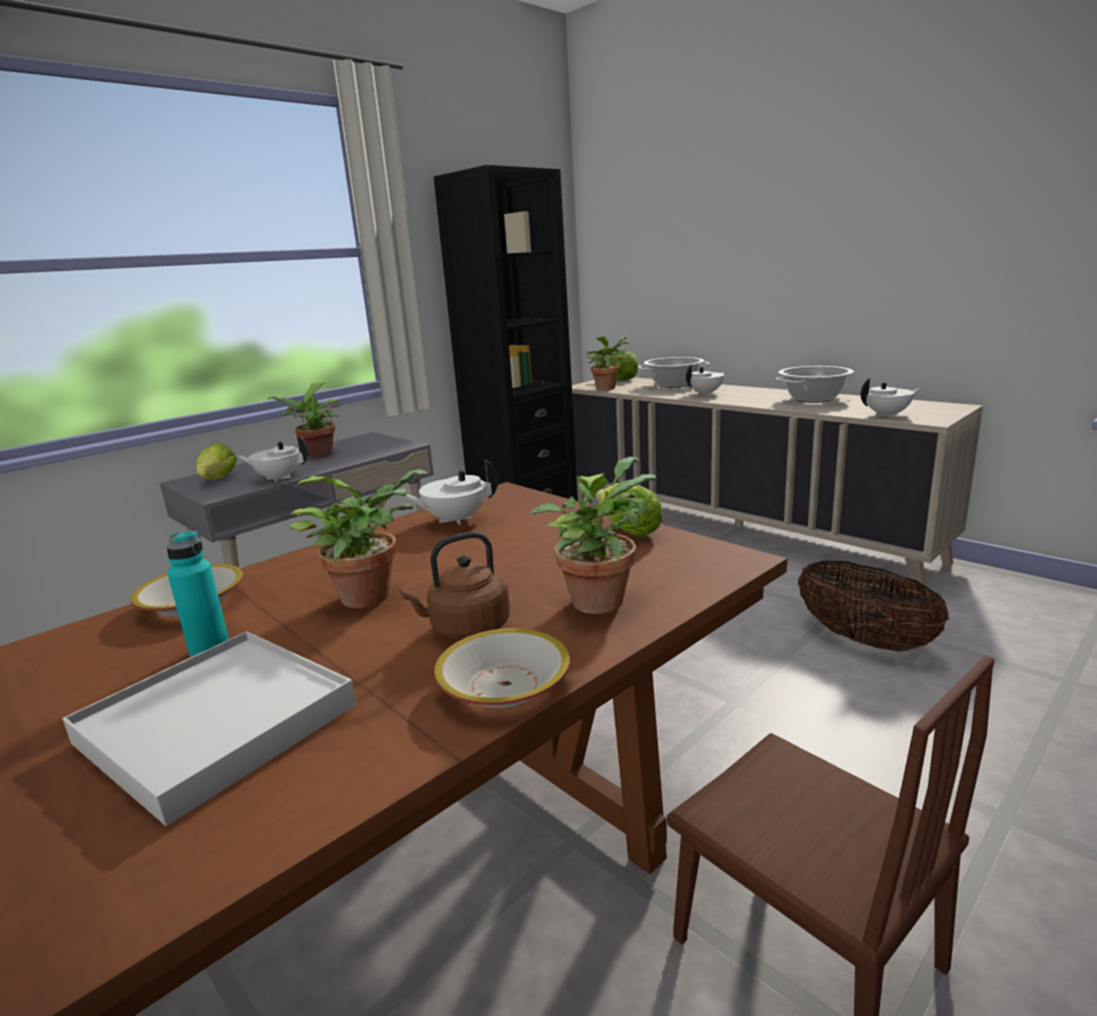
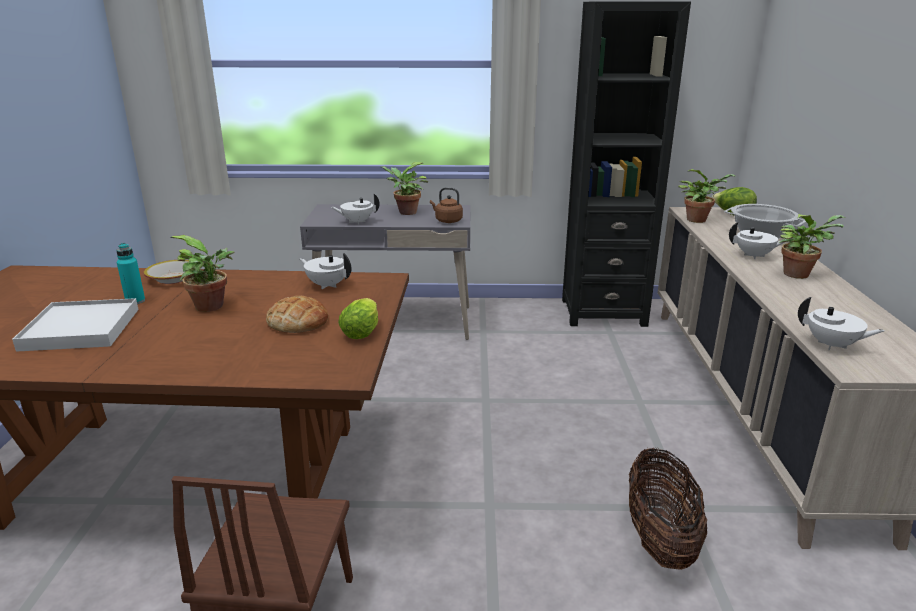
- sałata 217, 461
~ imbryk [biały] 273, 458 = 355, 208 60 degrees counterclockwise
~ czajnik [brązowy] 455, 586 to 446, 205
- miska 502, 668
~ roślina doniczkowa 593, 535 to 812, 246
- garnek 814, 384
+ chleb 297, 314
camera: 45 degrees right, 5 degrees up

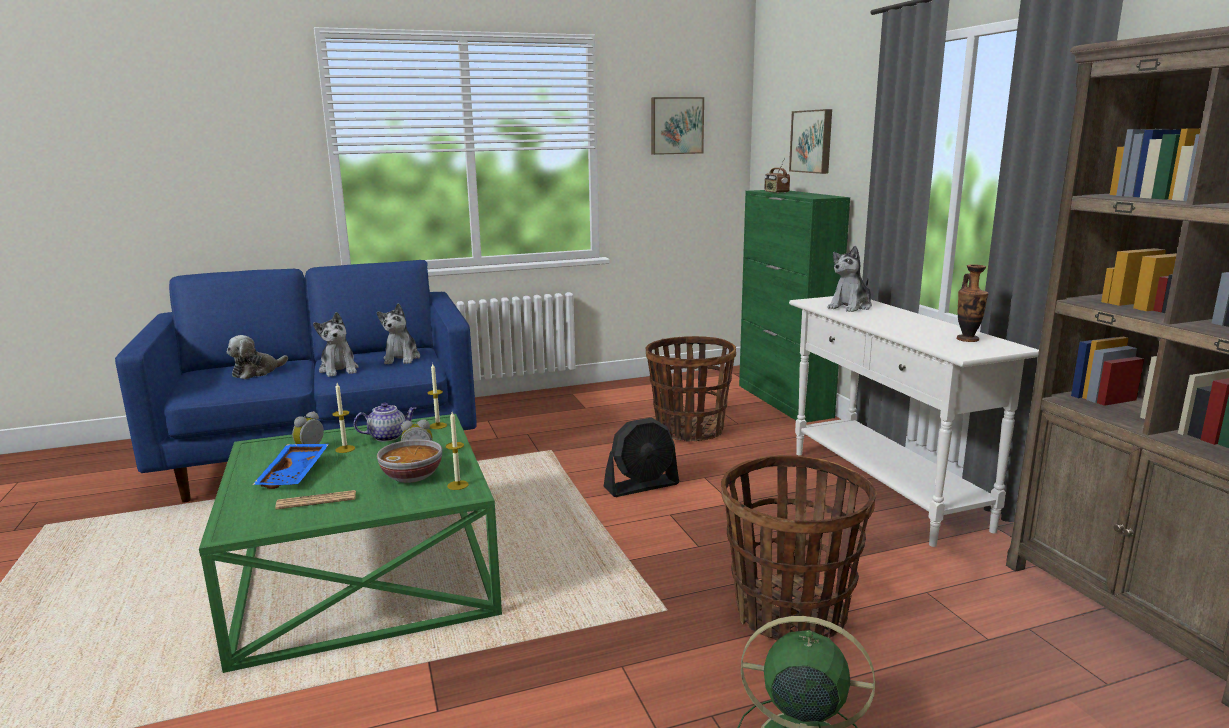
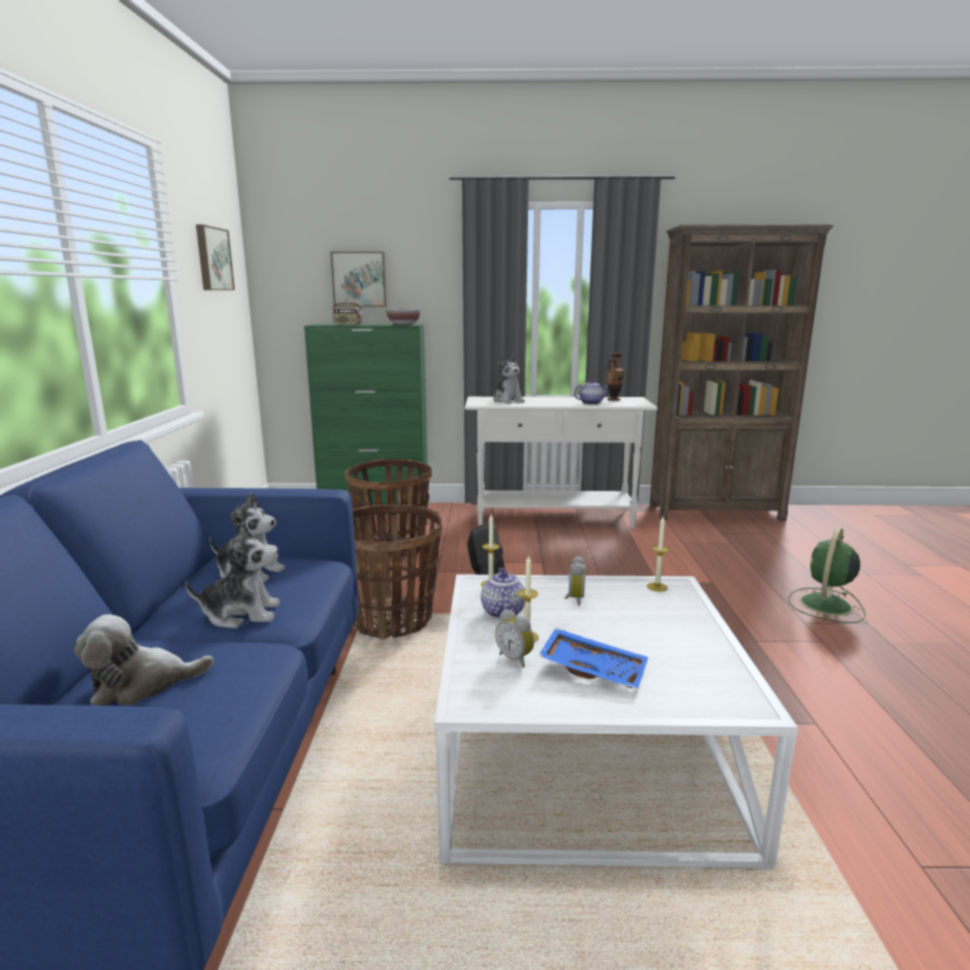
~ ława [zielony] 350, 543 to ława [biały] 616, 721
~ pluszak 257, 357 = 144, 660 105 degrees clockwise
- gazeta 315, 499
~ miska 409, 461 to 403, 317
~ koszyk 798, 548 to 397, 572
+ imbryk 591, 392
camera: 70 degrees left, 0 degrees up

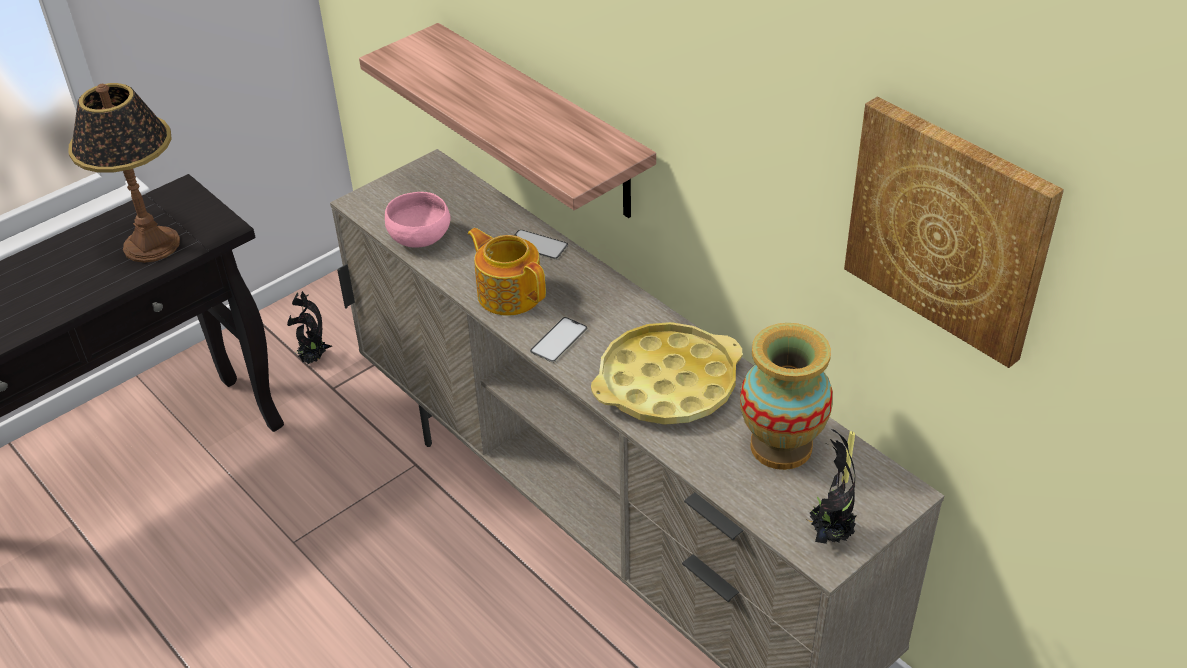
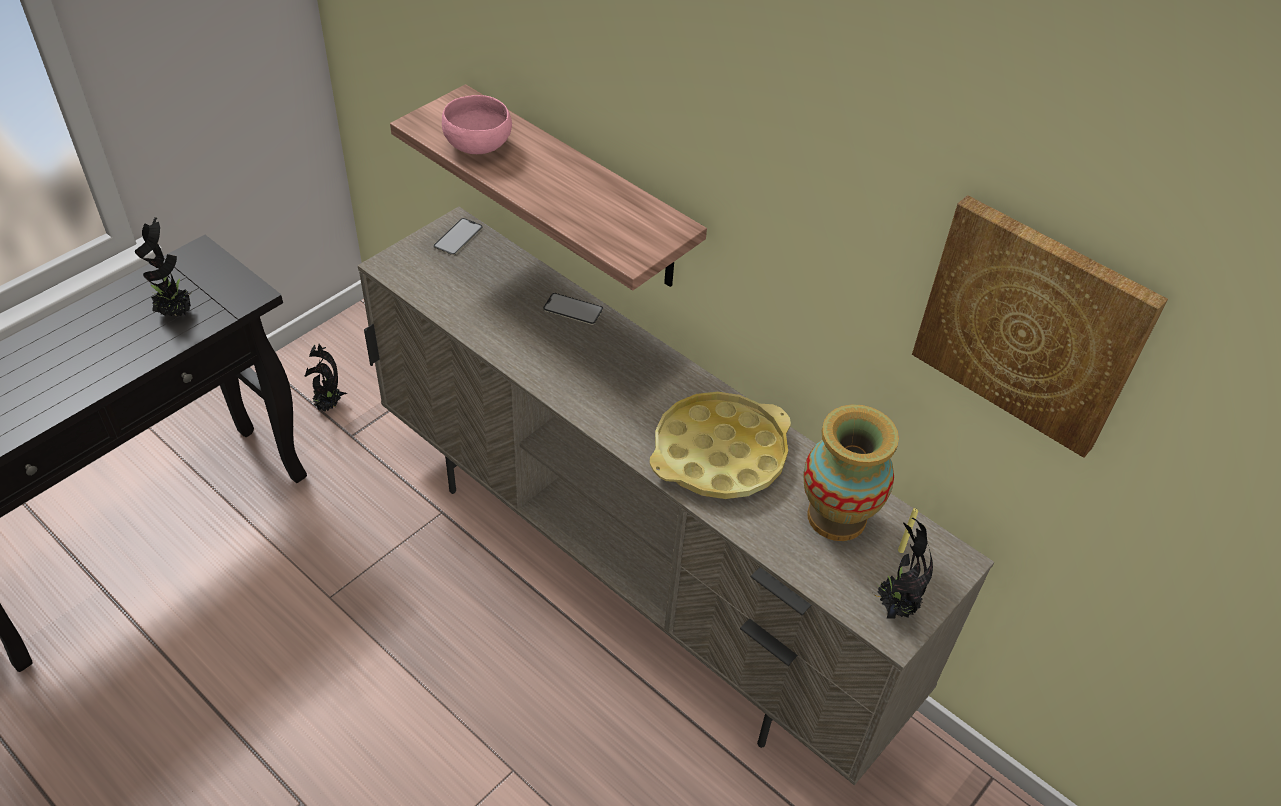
~ lampa stołowa 124, 173 to roślina doniczkowa 163, 266
~ miska [różowy] 418, 220 to 477, 124
- imbryk 507, 272
~ telefon 559, 340 to 458, 236
camera: 10 degrees left, 5 degrees up

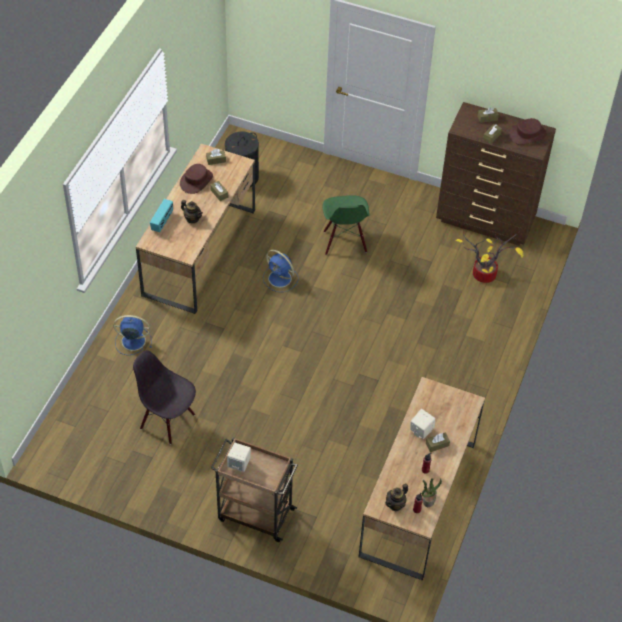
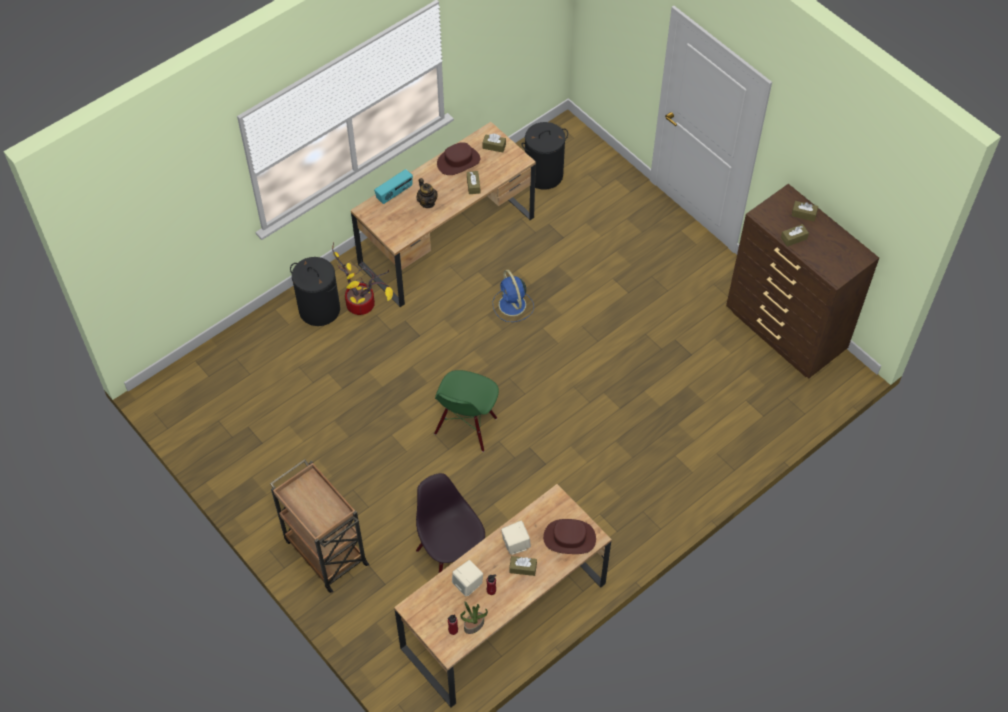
~ wentylator [niebieski] 132, 335 to kosz na pranie [czarny] 315, 291
~ krzesło [czarny] 164, 397 to 450, 523
~ głośnik [beżowy] 239, 457 to 467, 578
~ krzesło [zielony] 346, 225 to 466, 411
- imbryk 396, 497
~ roślina doniczkowa 490, 257 to 362, 278
~ kapelusz [brązowy] 528, 131 to 569, 536
camera: 30 degrees right, 5 degrees up

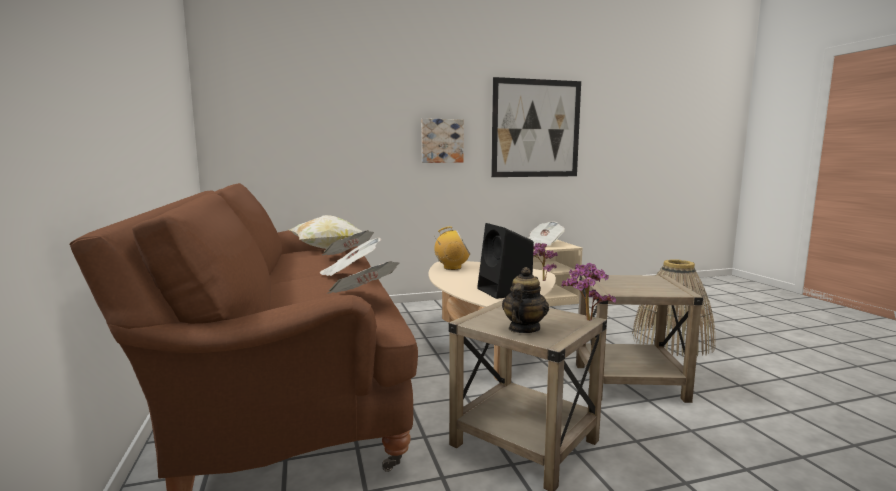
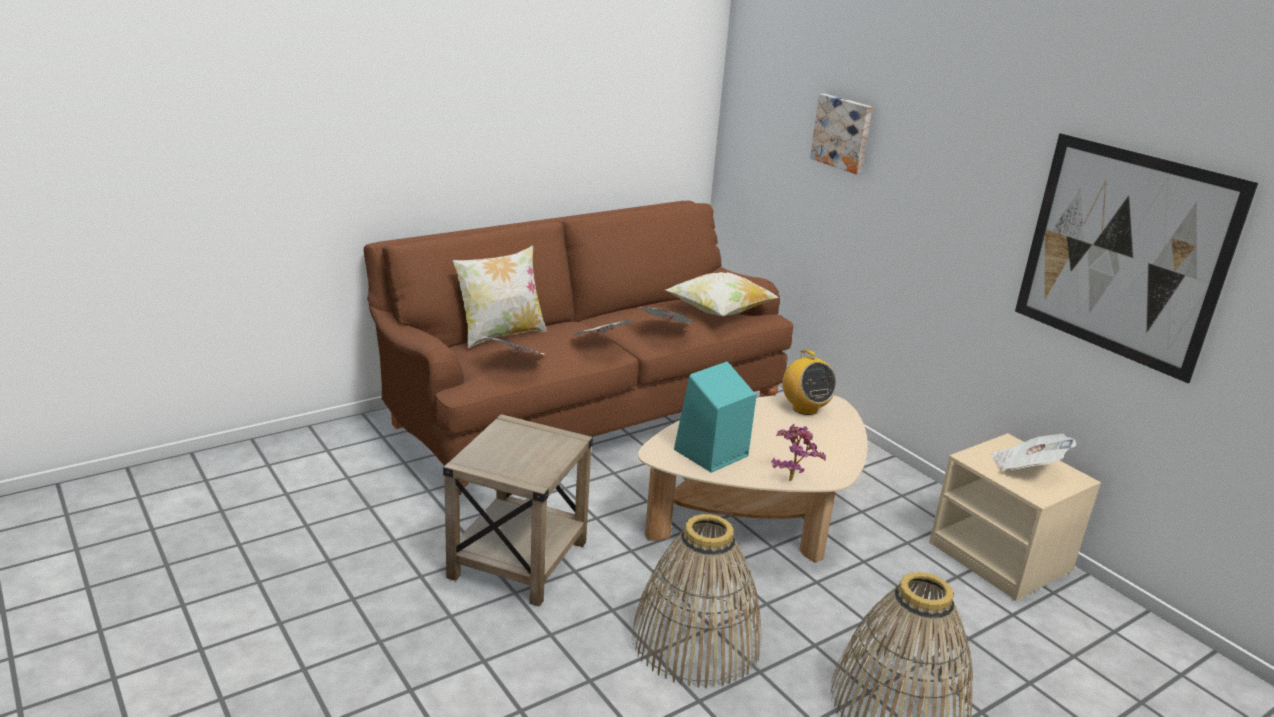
~ obraz 442, 140 to 841, 134
~ głośnik [czarny] 505, 261 to głośnik [turkusowy] 715, 417
- imbryk 525, 300
- roślina doniczkowa 588, 292
~ stolik [beżowy] 639, 339 to koszyk 696, 601
+ poduszka 500, 297
camera: 70 degrees right, 15 degrees up

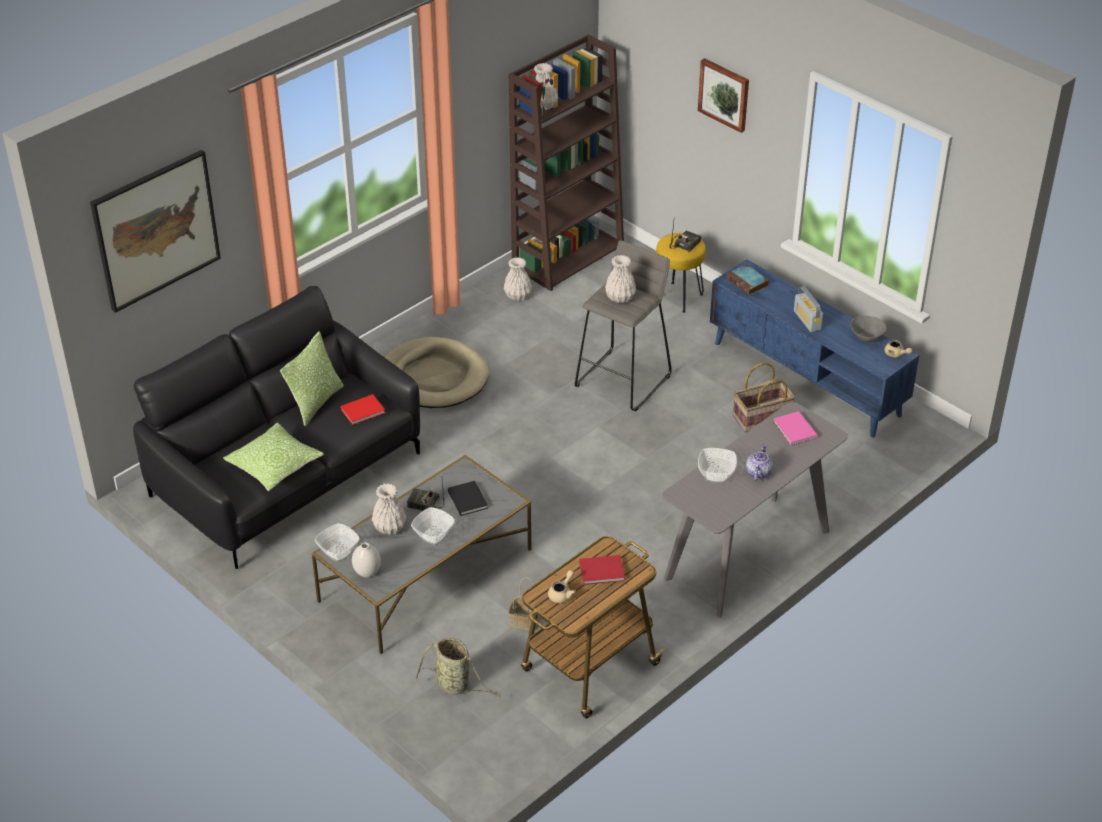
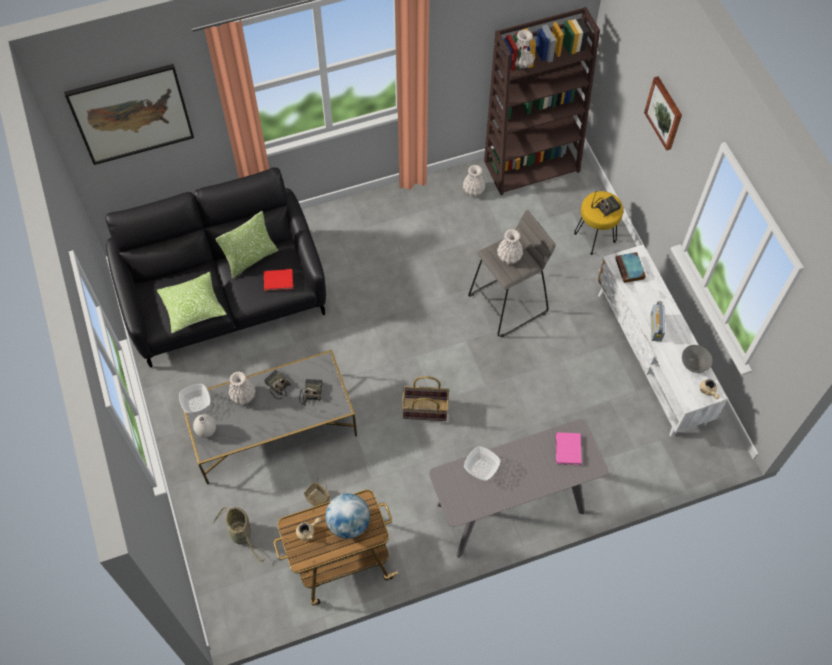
- legowisko [beżowy] 437, 372
- miska 433, 526
~ książka [czarny] 468, 498 to radio 311, 392
~ książka [czerwony] 602, 570 to globus 347, 516
~ szafka pod telewizor [niebieski] 814, 348 to szafka pod telewizor [biały] 662, 341
~ koszyk 764, 397 to 425, 398
- imbryk 759, 462
camera: 25 degrees right, 20 degrees up

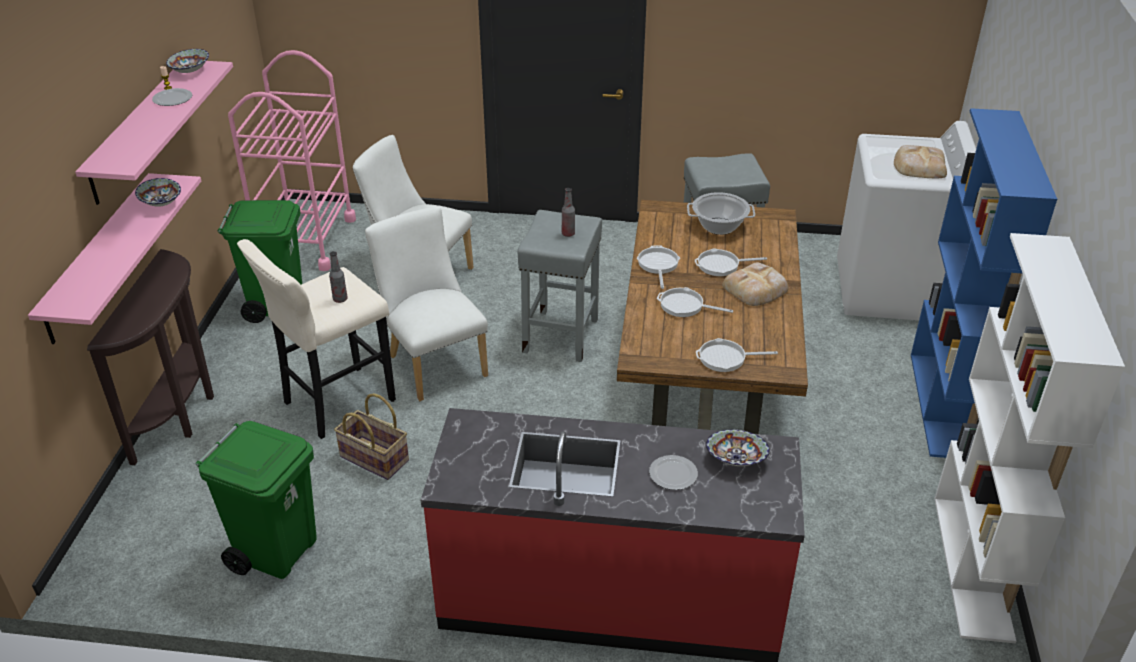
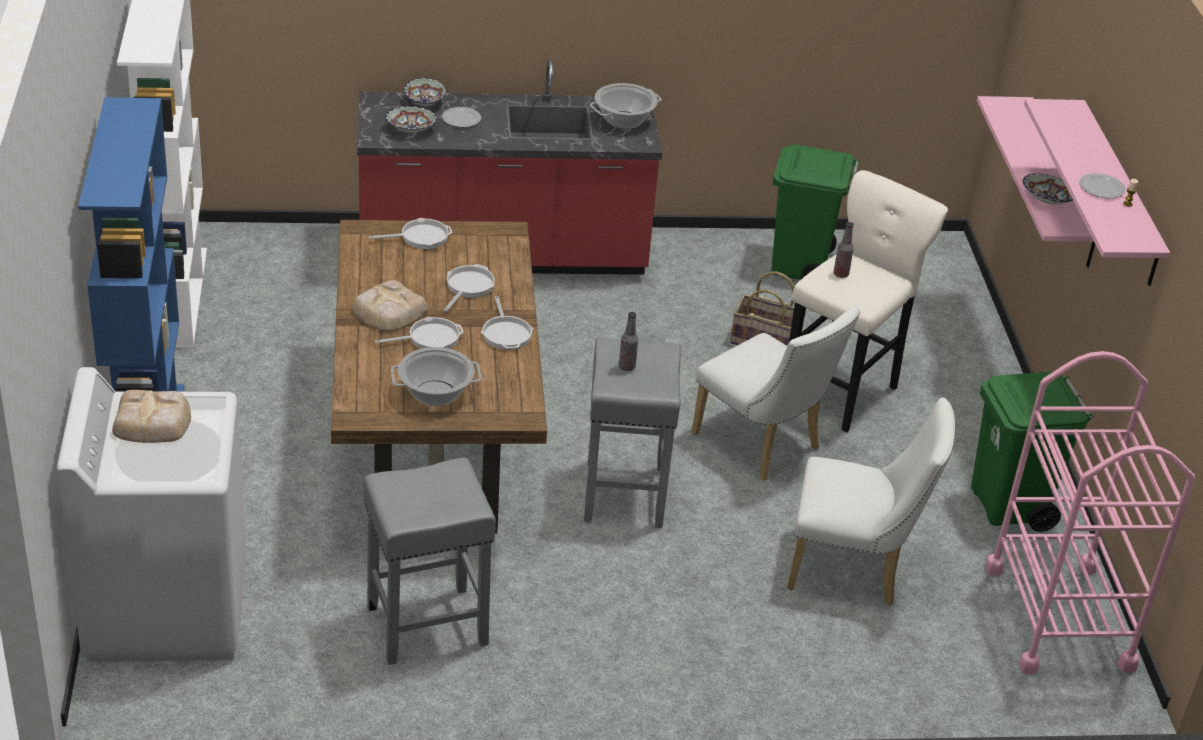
- stolik konsolowy [brązowy] 150, 357
~ miska 187, 61 to 425, 92
~ patelnia 695, 302 = 469, 288 75 degrees counterclockwise
+ garnek 626, 106
camera: 165 degrees right, 0 degrees up

